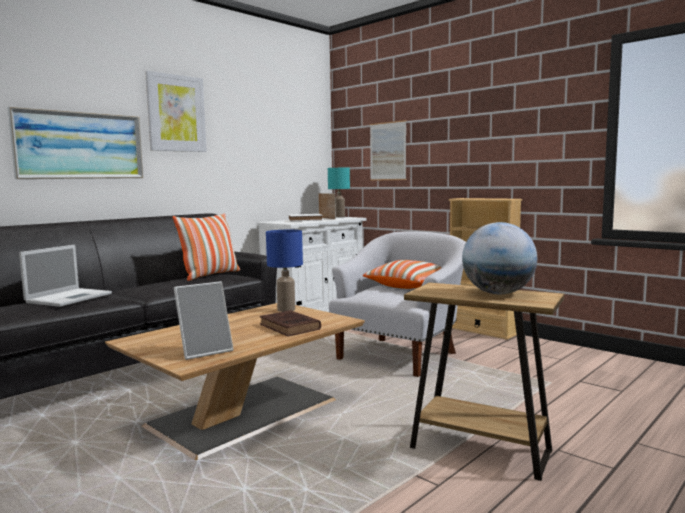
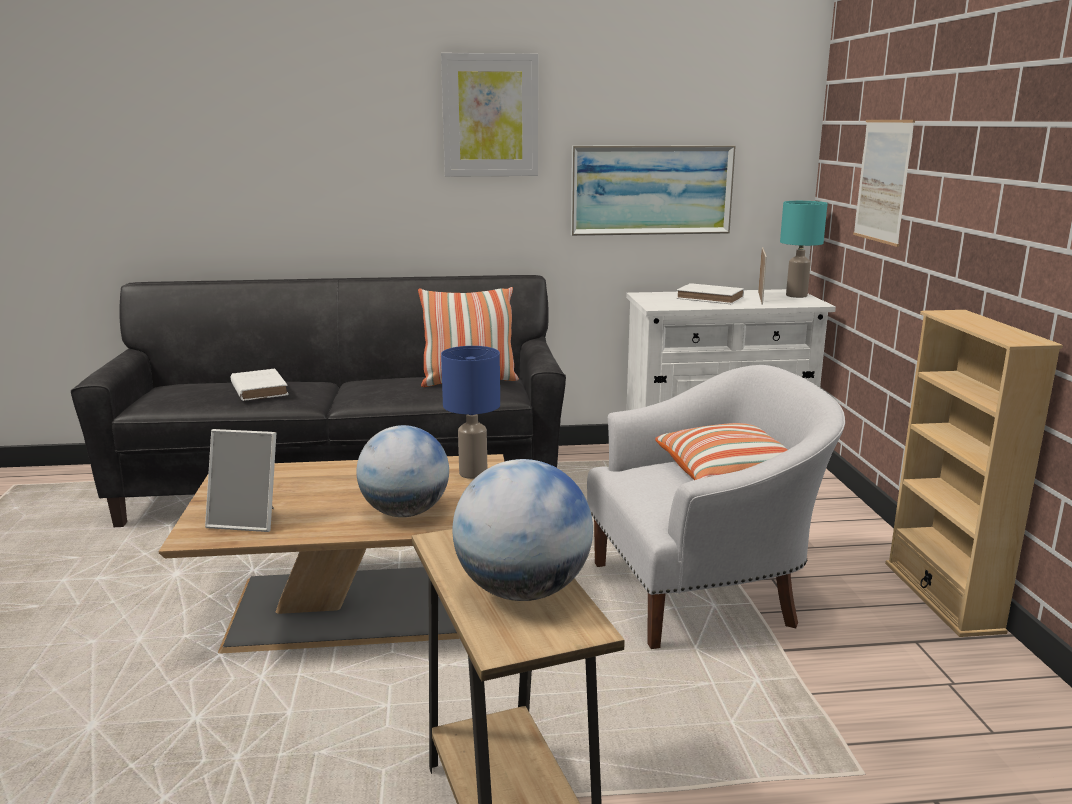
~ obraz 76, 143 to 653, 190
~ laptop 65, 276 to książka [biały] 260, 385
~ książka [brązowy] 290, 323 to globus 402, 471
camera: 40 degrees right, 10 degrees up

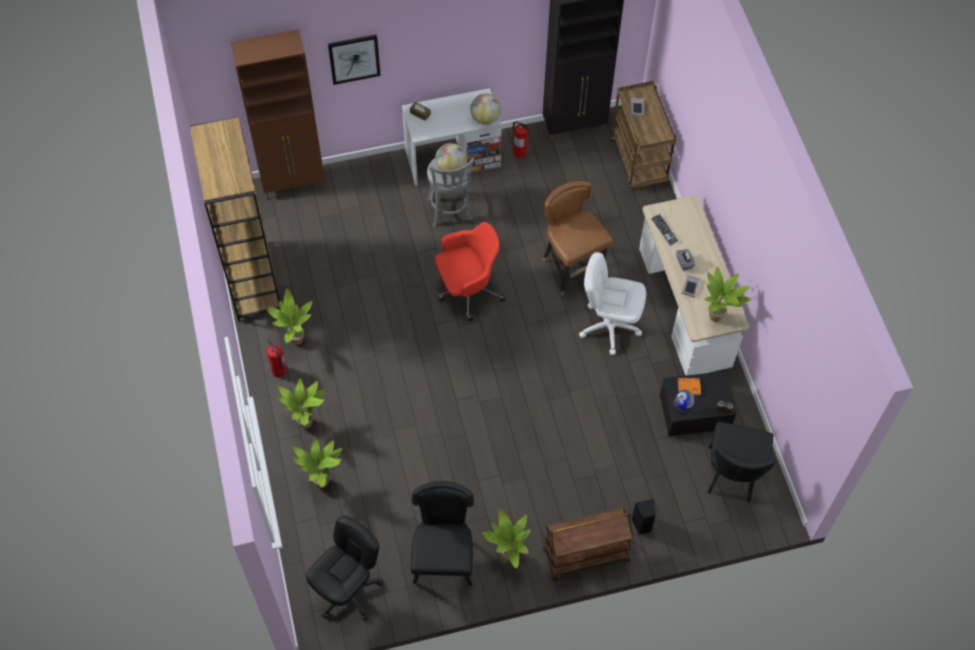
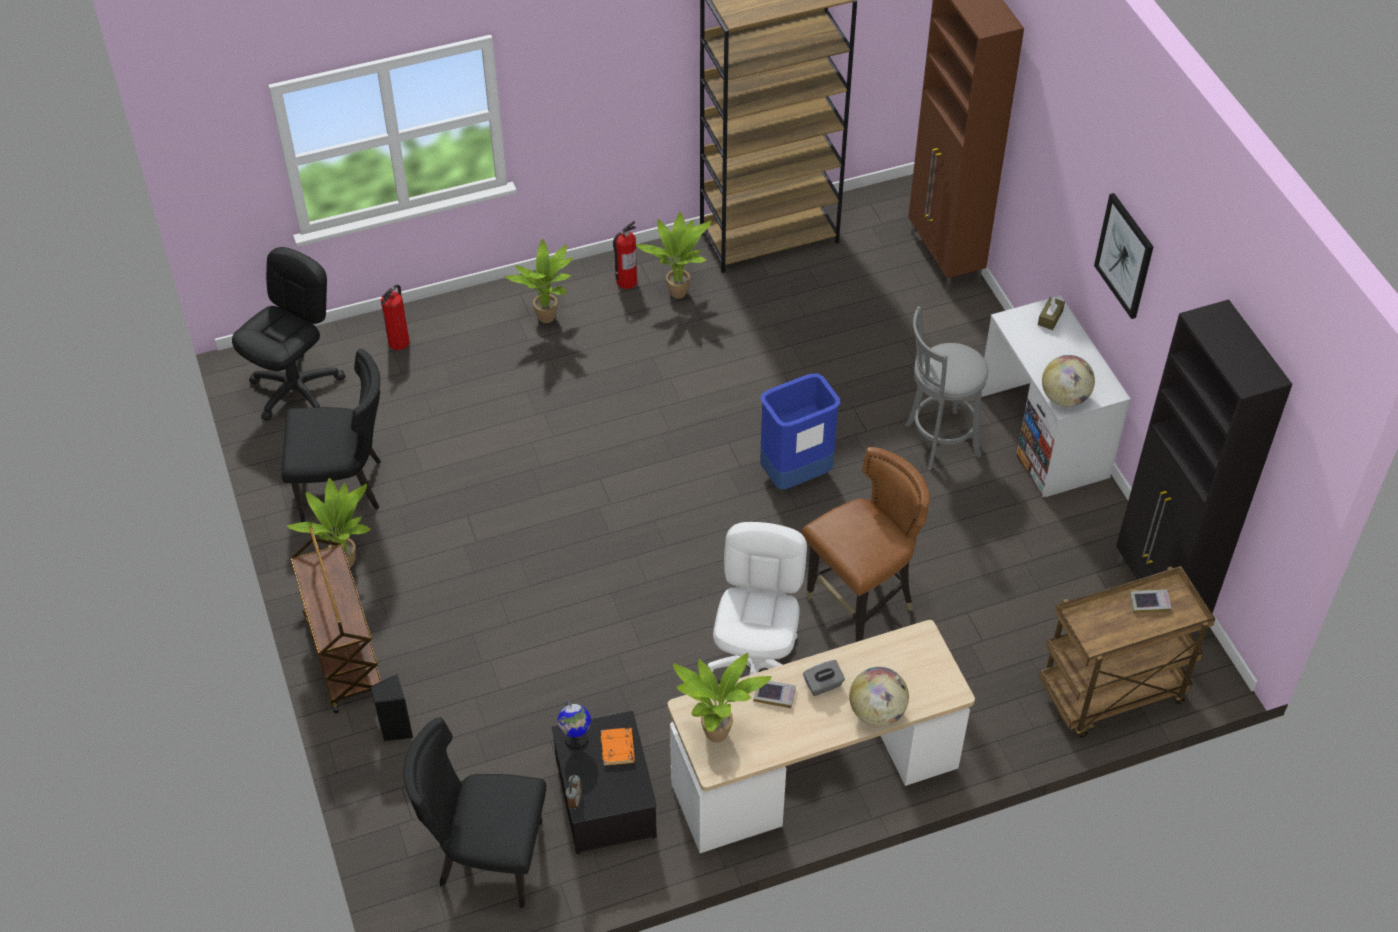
- roślina doniczkowa 317, 463
~ krzesło biurowe [czarny] 345, 568 = 288, 334 90 degrees counterclockwise
~ obraz 354, 59 to 1123, 256
~ globus 451, 159 to 879, 697
~ krzesło biurowe [czerwony] 470, 271 to kosz na śmieci [niebieski] 800, 431
~ gaśnica 521, 139 to 395, 317
- klawiatura 665, 230
camera: 85 degrees right, 10 degrees down

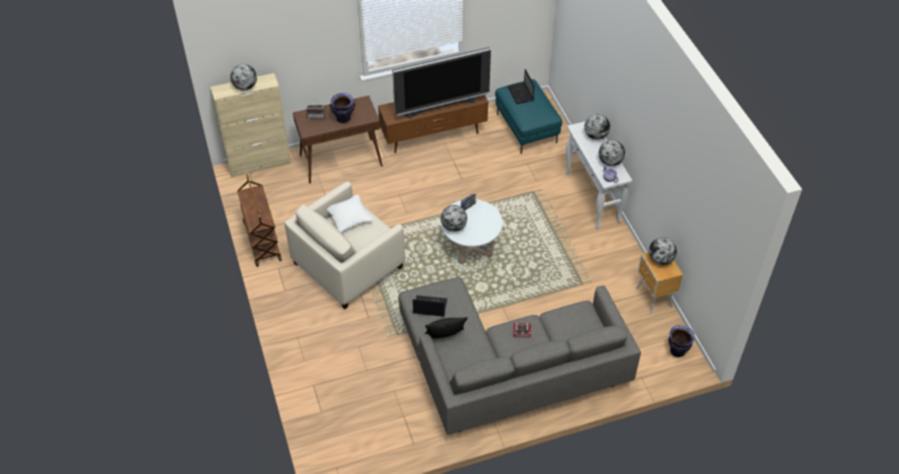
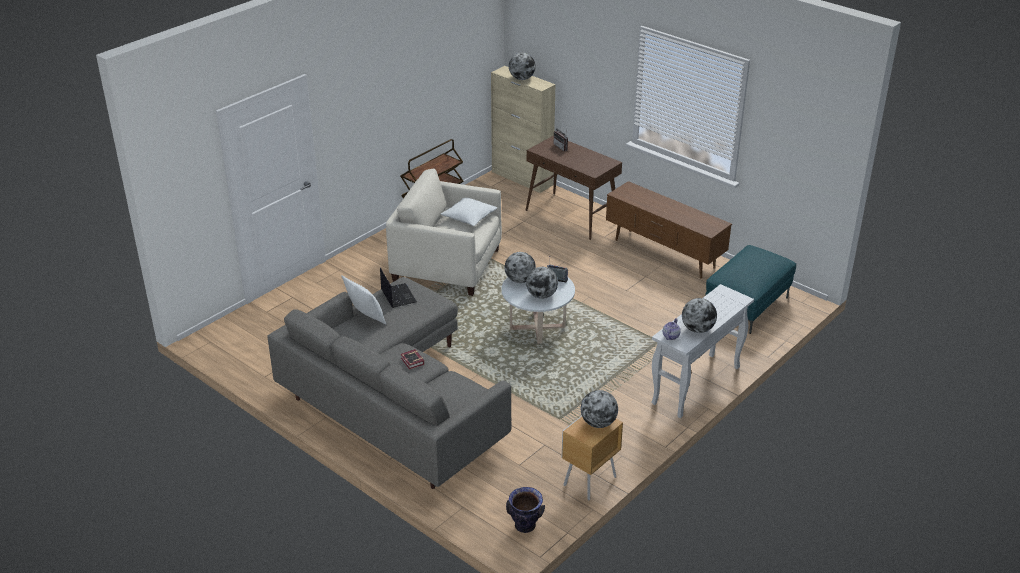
- wazon 342, 108
- telewizor 441, 83
~ poduszka [czarny] 446, 327 to poduszka [biały] 363, 300
- laptop 521, 86
~ globus 597, 127 to 542, 283
camera: 60 degrees right, 15 degrees down

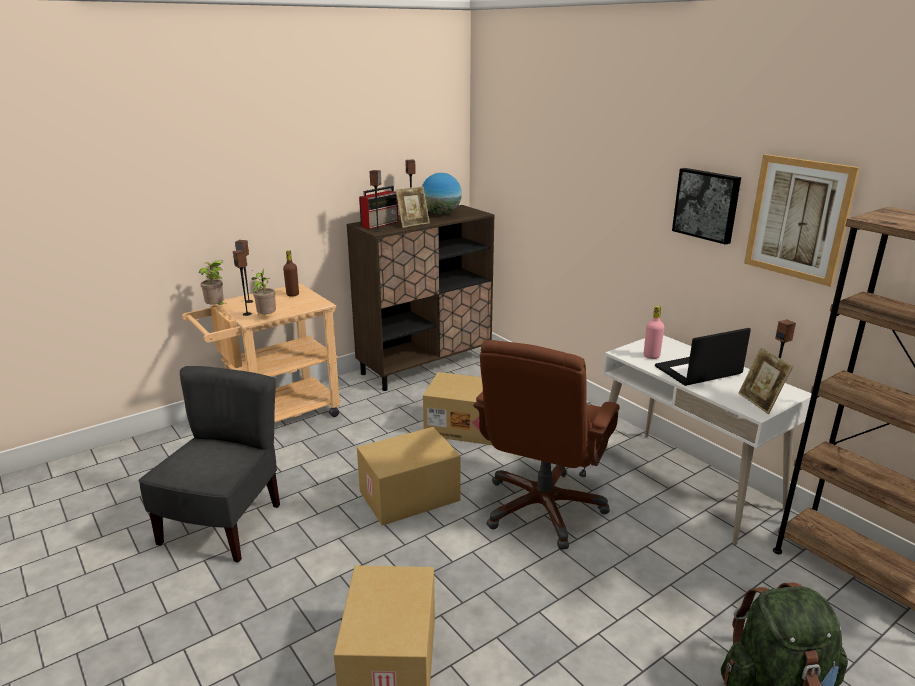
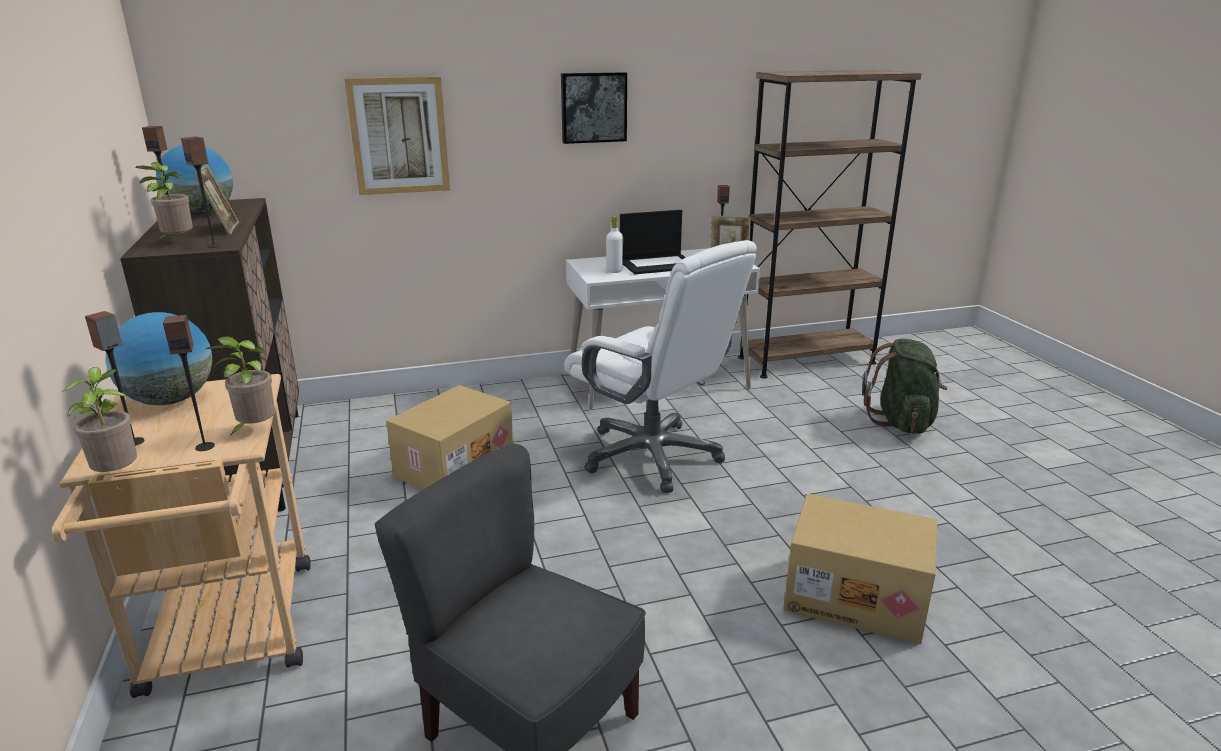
~ butelka [brązowy] 291, 273 to globus 158, 358
- karton 409, 476
~ radio 378, 207 to roślina doniczkowa 164, 201
~ krzesło biurowe [brązowy] 546, 445 to krzesło biurowe [biały] 660, 366
~ butelka [różowy] 654, 332 to butelka [biały] 614, 244
~ laptop 703, 357 = 653, 242 105 degrees counterclockwise
~ obraz 802, 220 to 397, 136
camera: 70 degrees left, 0 degrees up

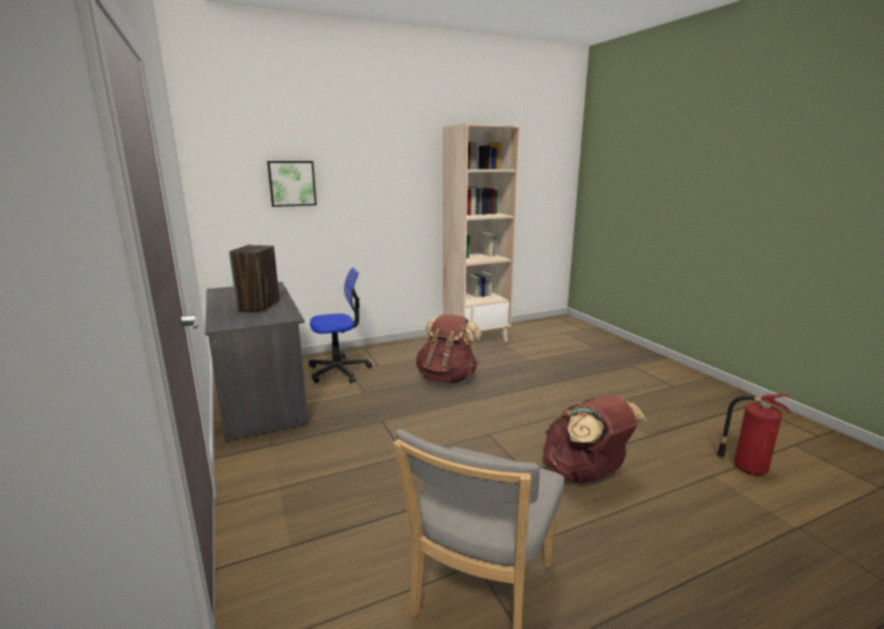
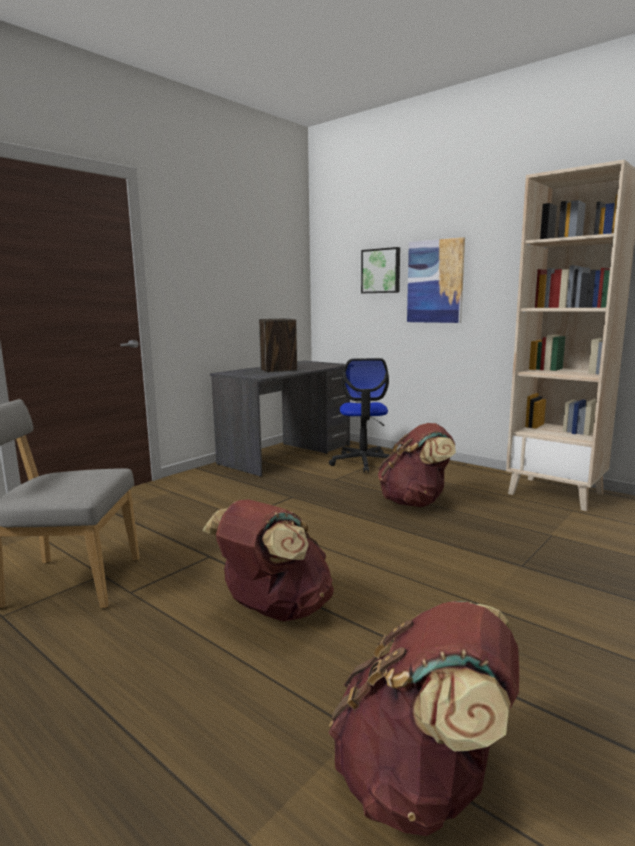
~ krzesło biurowe 340, 325 = 359, 415 45 degrees clockwise
~ gaśnica 754, 434 to plecak [brązowy] 424, 718
+ obraz 436, 280
camera: 65 degrees right, 5 degrees down

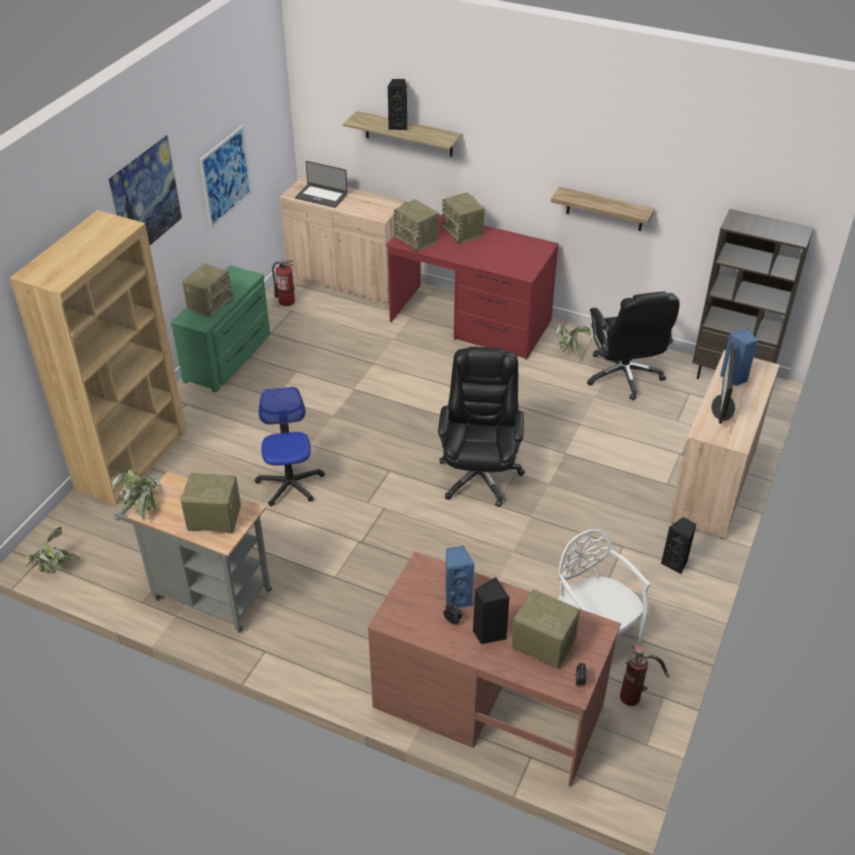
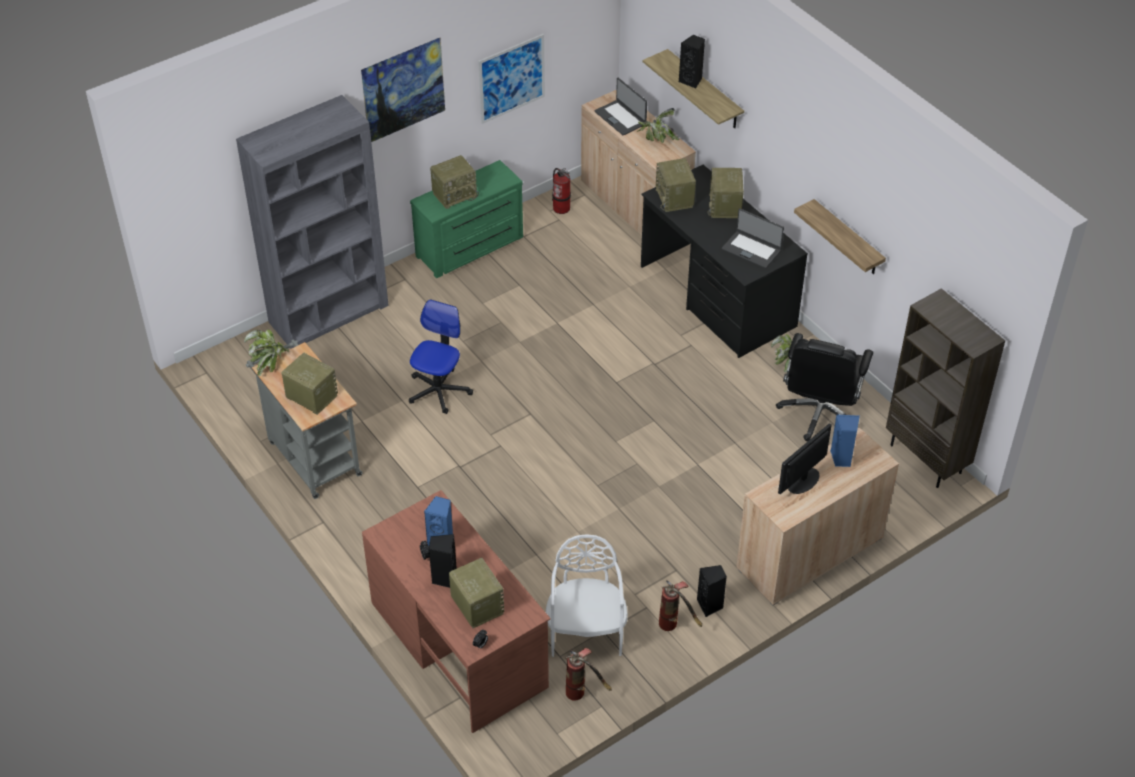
~ regał [brązowy] 98, 357 to regał [szary] 312, 222
~ roślina doniczkowa 52, 549 to 658, 126
~ biurko [czerwony] 472, 287 to biurko [czarny] 724, 261
- krzesło biurowe [czarny] 481, 427
+ gaśnica 680, 605
+ laptop 753, 238
camera: 30 degrees right, 5 degrees up

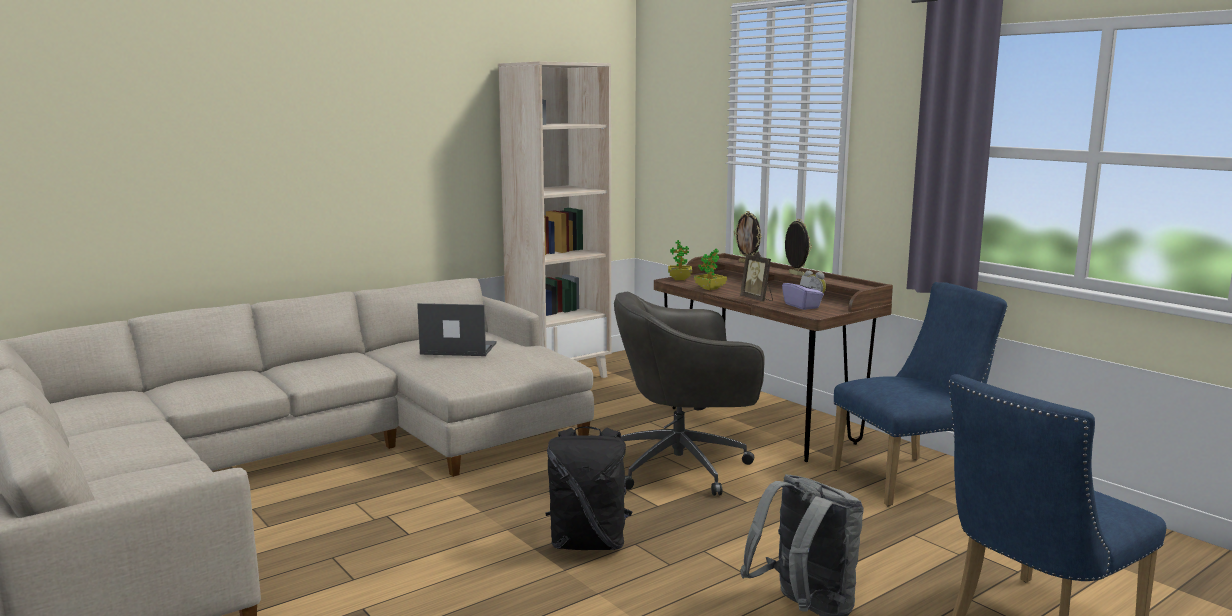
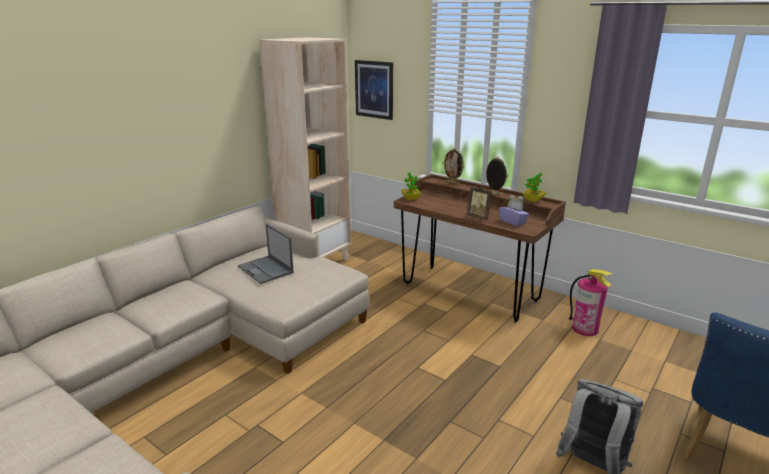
~ laptop 457, 329 = 266, 254 120 degrees counterclockwise
- plecak [czarny] 589, 488
- krzesło biurowe [szary] 689, 394
~ roślina doniczkowa 710, 269 to 534, 187
~ krzesło [niebieski] 920, 394 to gaśnica 590, 302
+ obraz 374, 90
camera: 15 degrees left, 10 degrees up

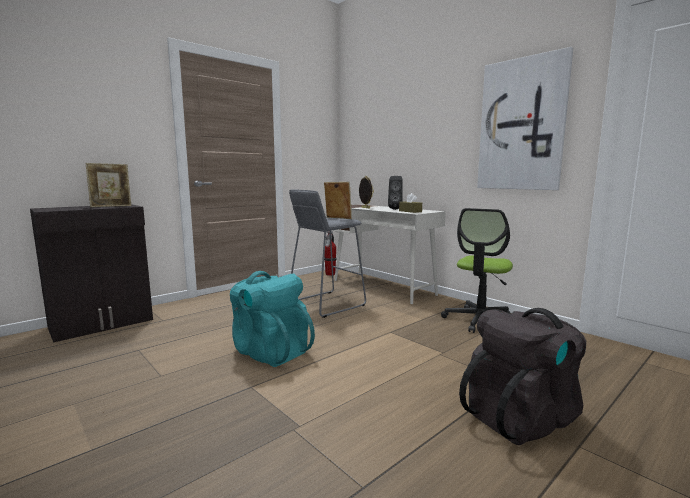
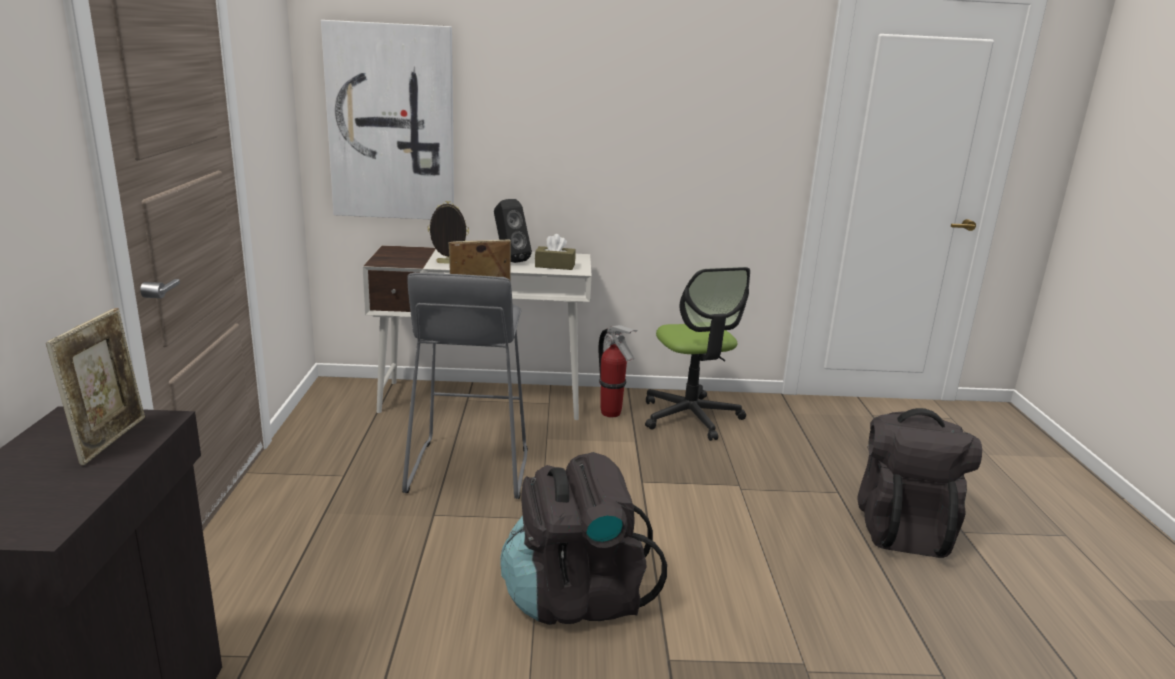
~ plecak [turkusowy] 272, 319 to plecak [czarny] 583, 538
~ gaśnica 330, 253 to 617, 371
~ obraz 525, 118 to 387, 119
camera: 50 degrees left, 10 degrees up

